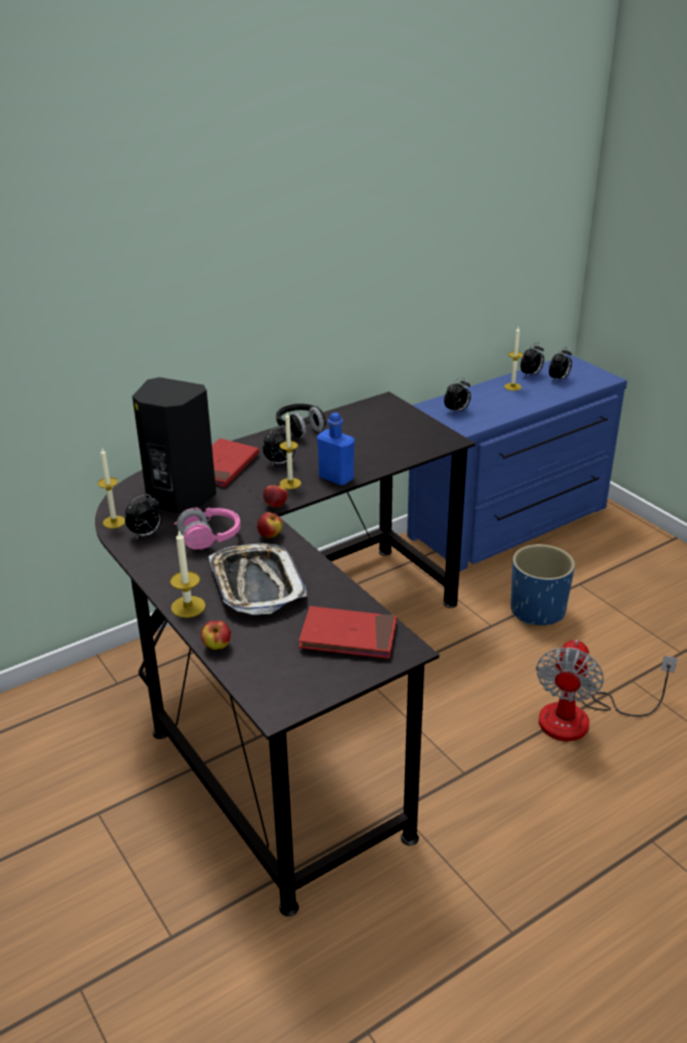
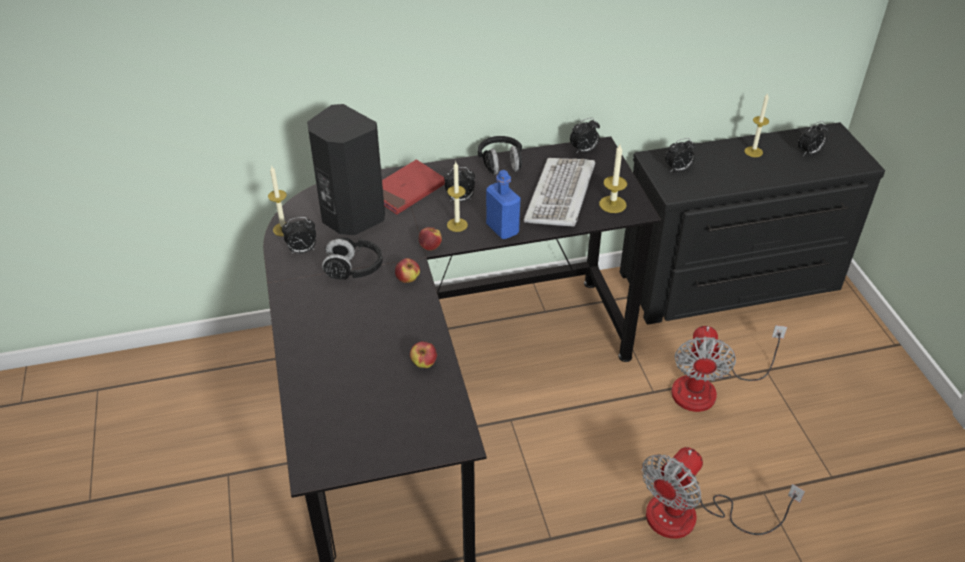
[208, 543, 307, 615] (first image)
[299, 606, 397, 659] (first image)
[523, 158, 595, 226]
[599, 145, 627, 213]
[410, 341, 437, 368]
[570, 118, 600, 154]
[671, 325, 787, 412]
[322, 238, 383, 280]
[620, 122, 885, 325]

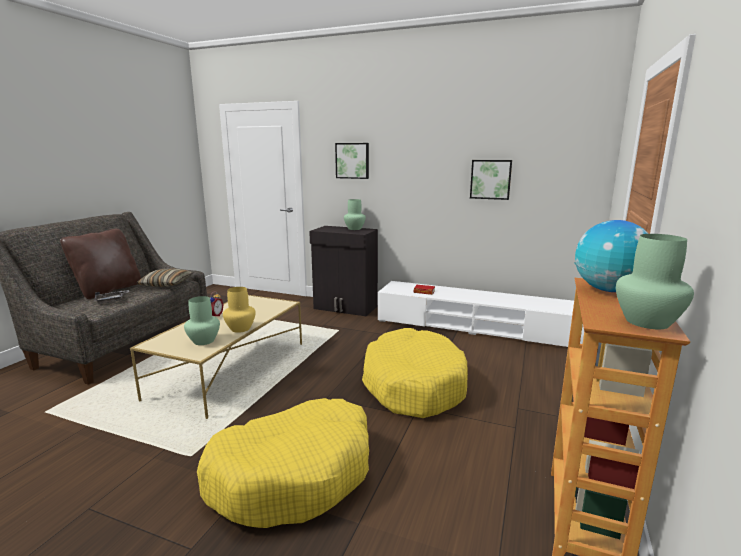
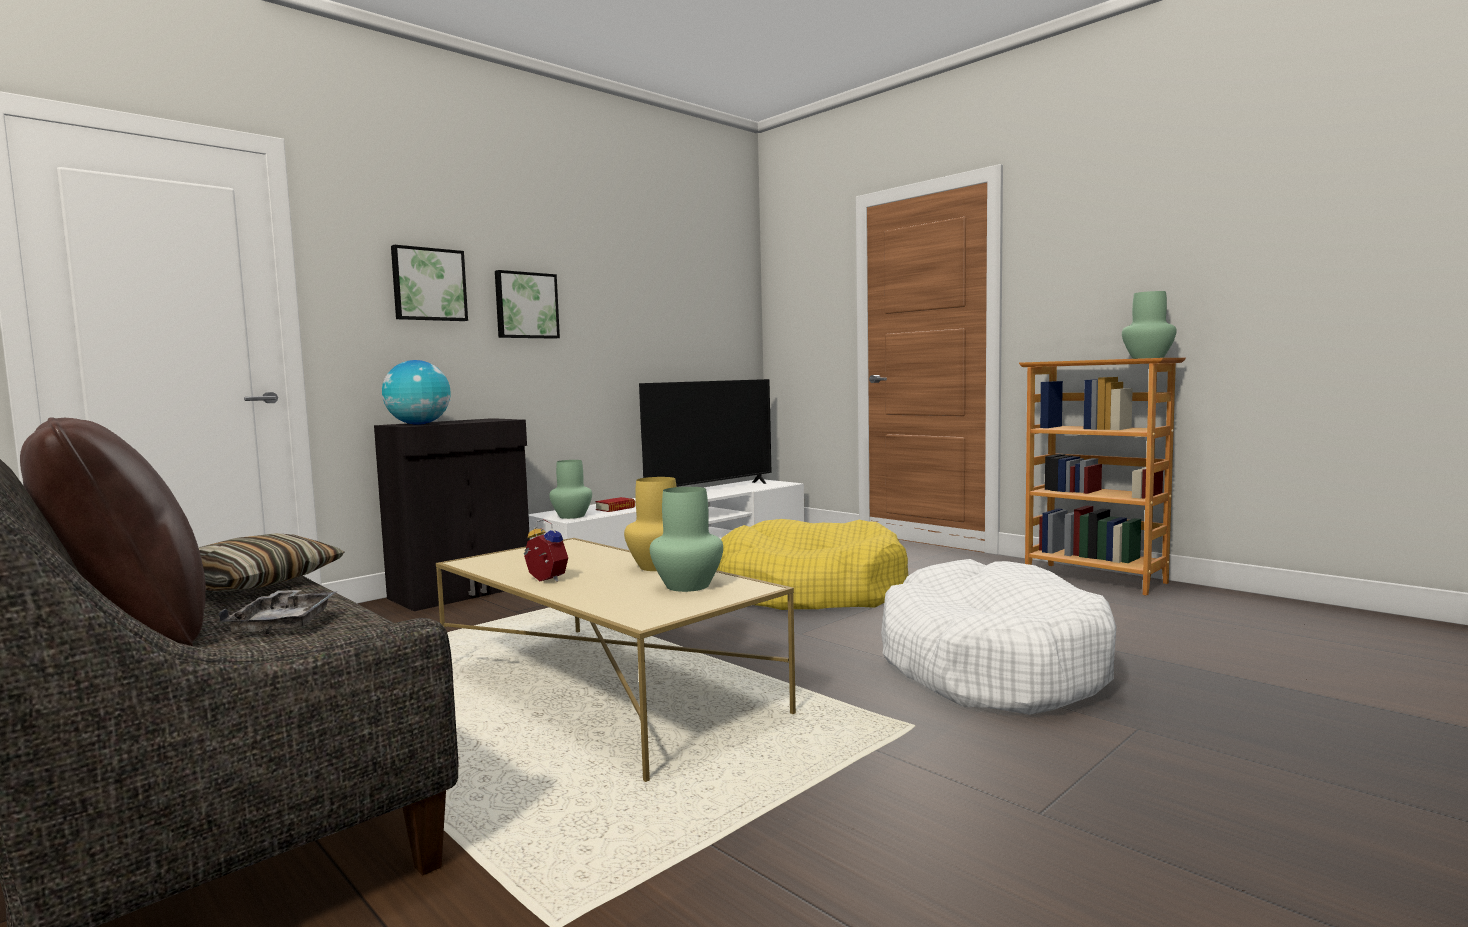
[639, 379, 772, 487]
[549, 460, 592, 519]
[495, 270, 560, 339]
[382, 360, 451, 425]
[881, 559, 1116, 715]

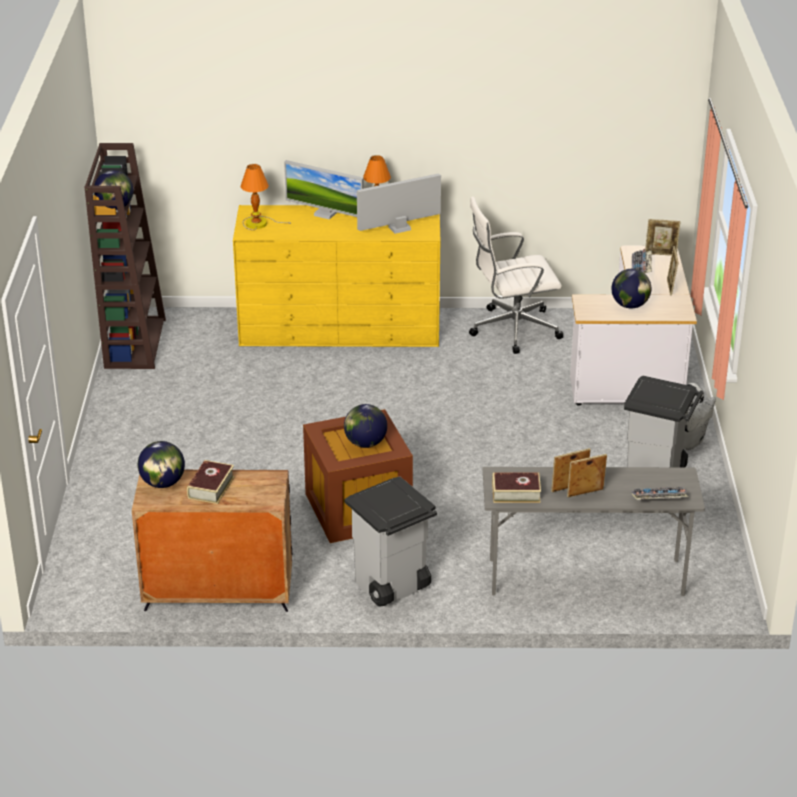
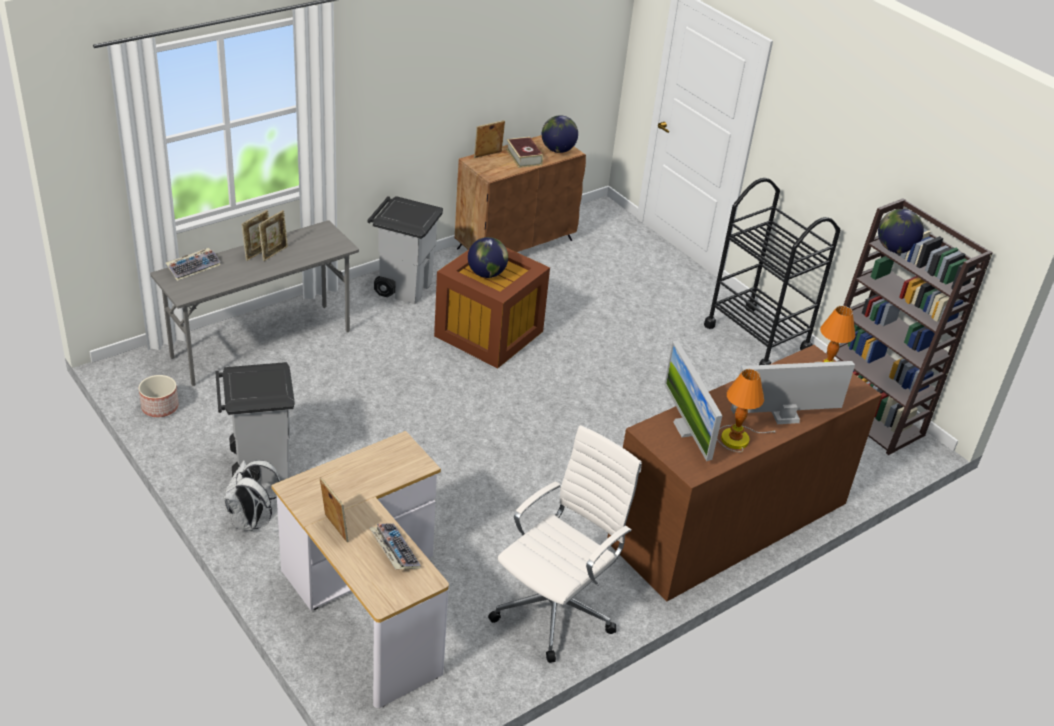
[492, 472, 541, 503] (first image)
[612, 269, 651, 309] (first image)
[139, 375, 179, 417]
[704, 178, 840, 365]
[474, 120, 505, 158]
[607, 345, 882, 601]
[664, 340, 723, 461]

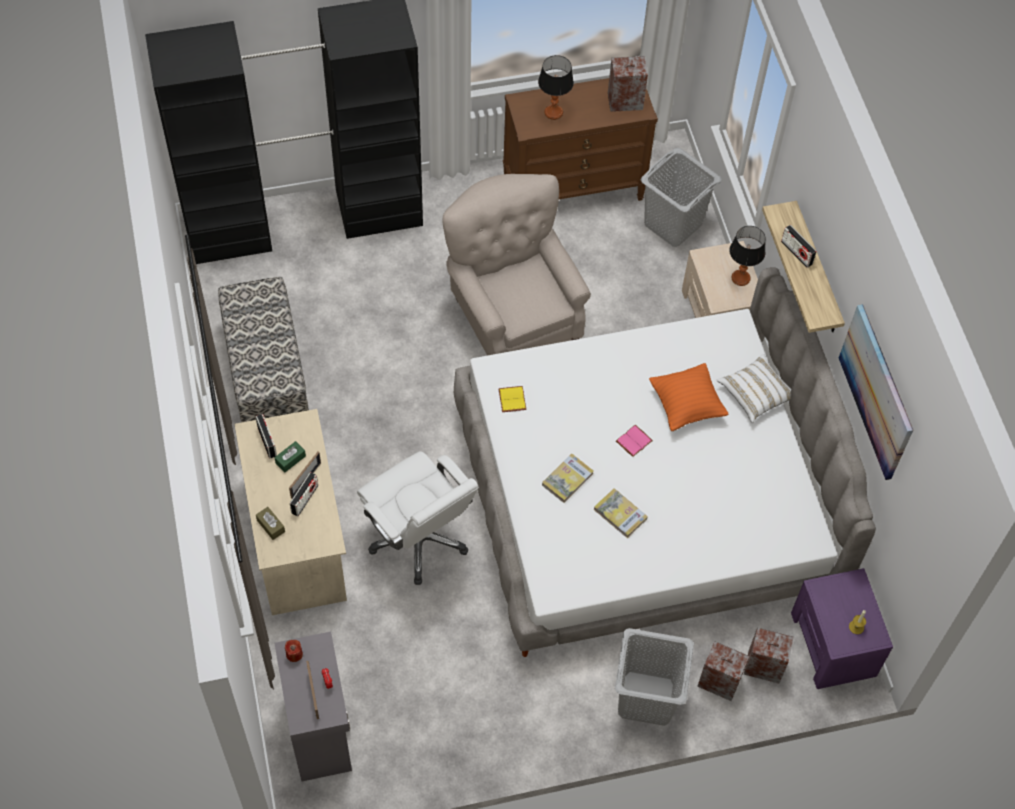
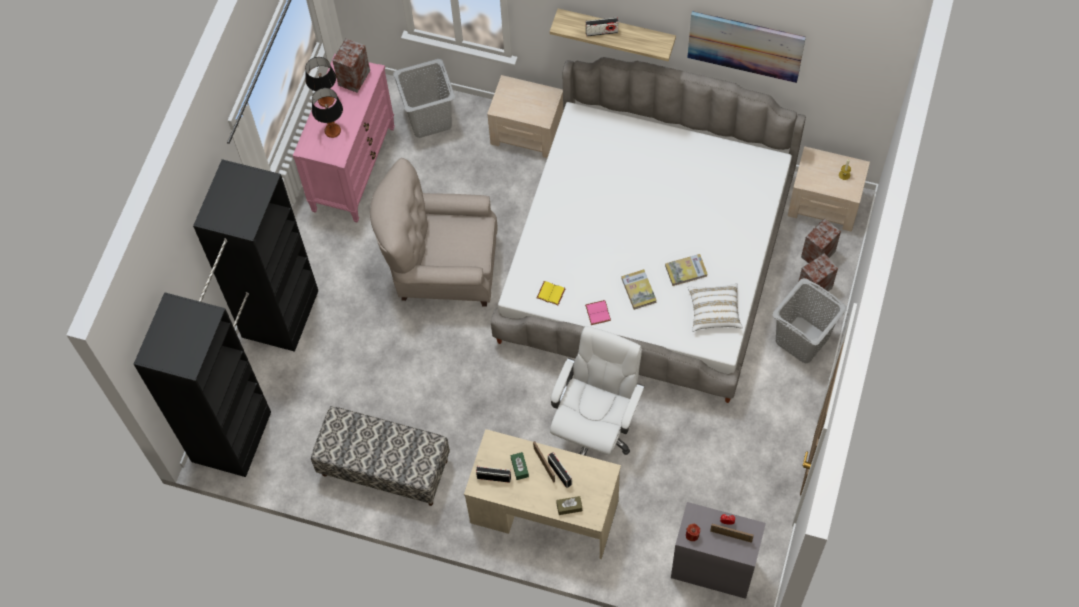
[649, 363, 729, 431] (first image)
[585, 300, 611, 325]
[688, 284, 743, 332]
[305, 57, 336, 107]
[293, 54, 395, 223]
[788, 146, 870, 231]
[550, 326, 645, 455]

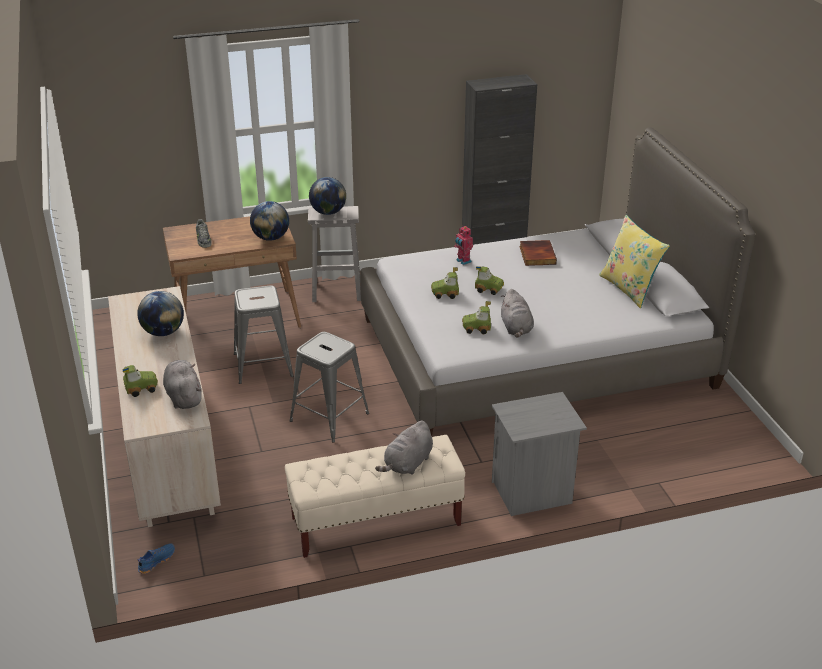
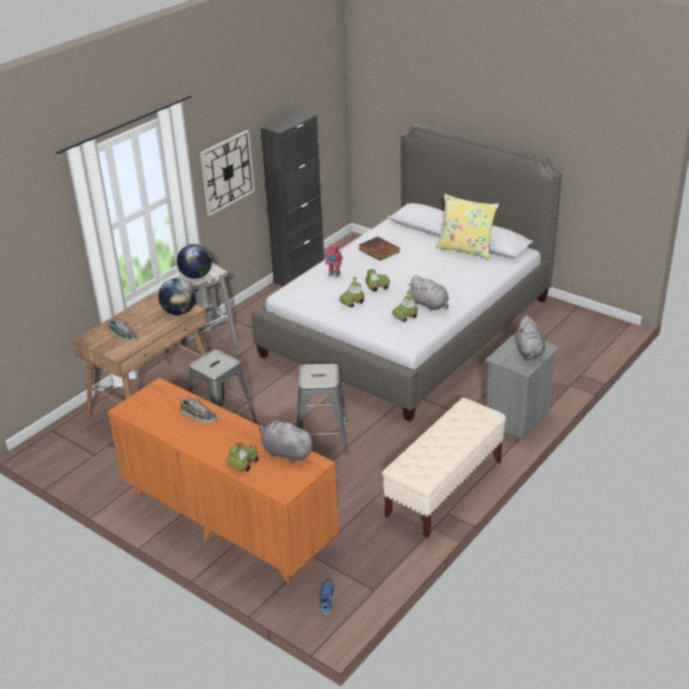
[200, 130, 255, 216]
[516, 316, 545, 360]
[181, 397, 217, 423]
[108, 378, 339, 583]

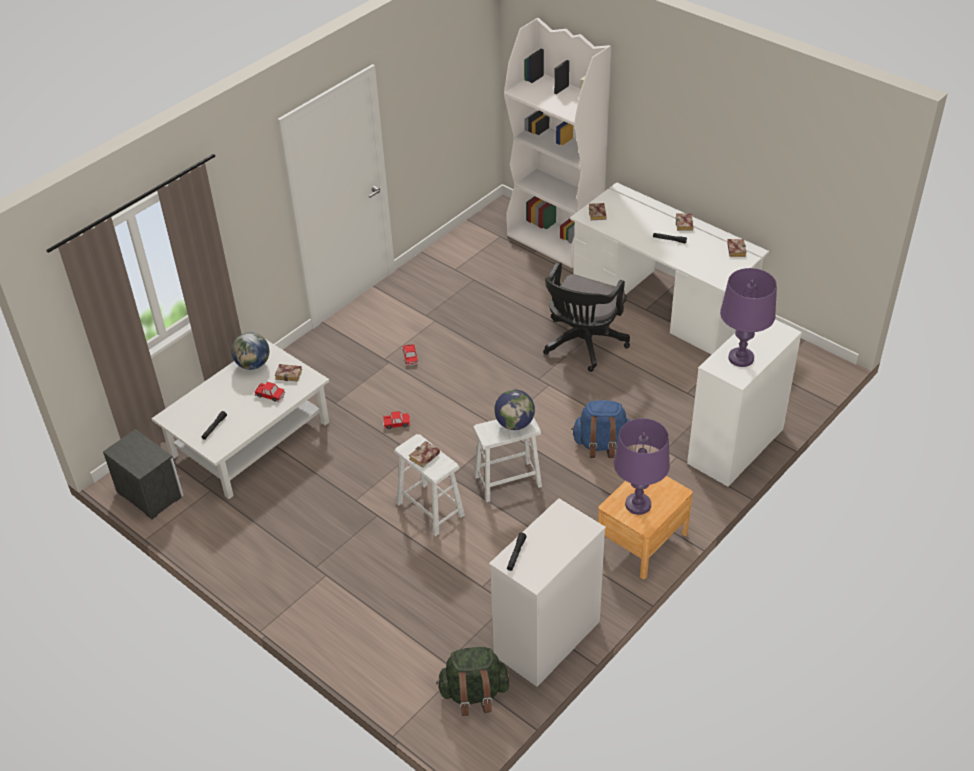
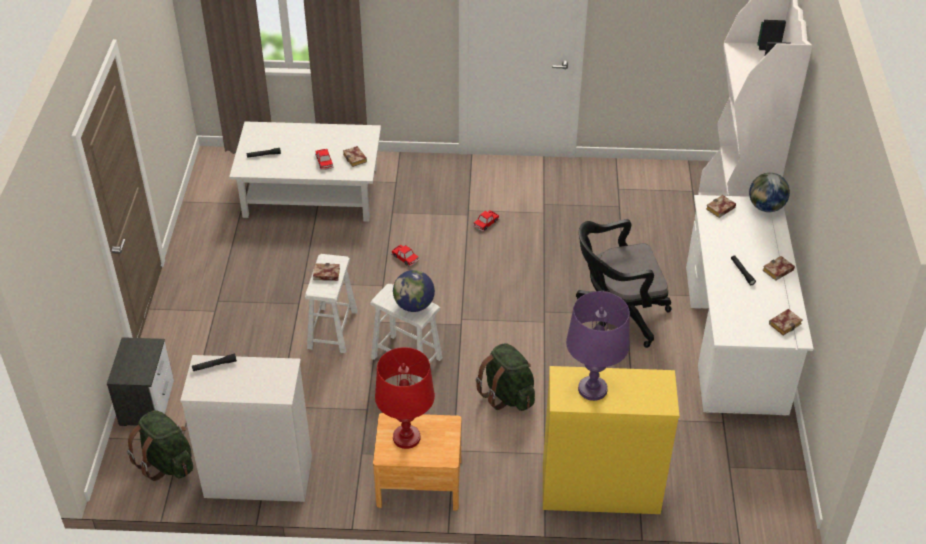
[107, 337, 174, 426]
[749, 173, 790, 212]
[476, 343, 535, 411]
[375, 347, 435, 449]
[543, 366, 679, 514]

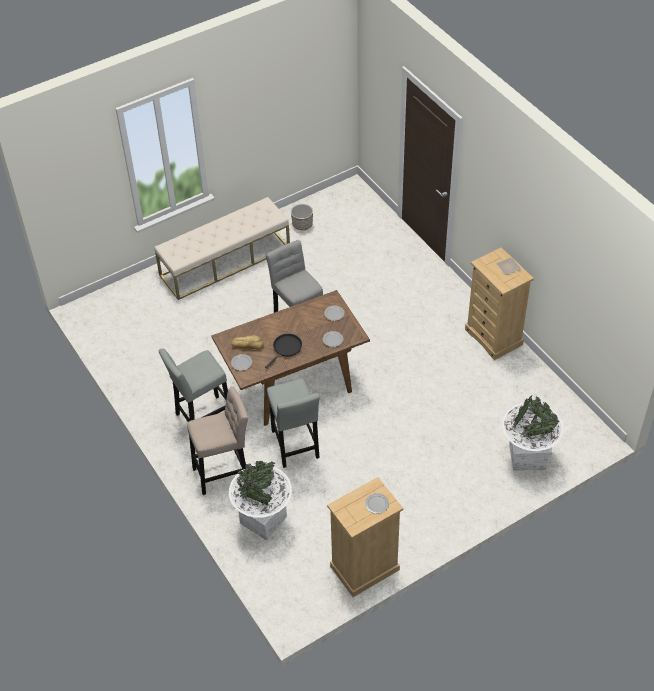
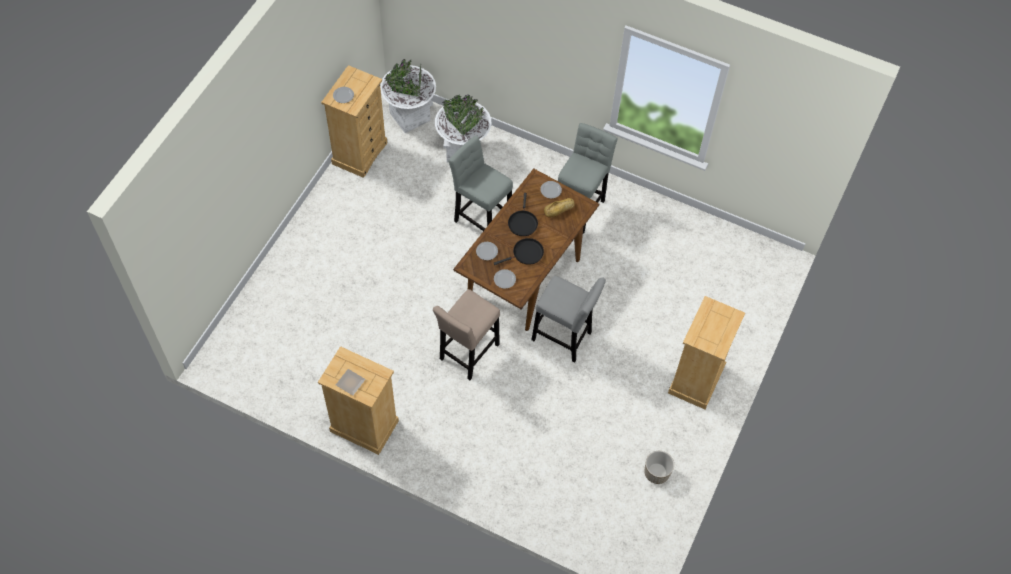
[493, 238, 544, 265]
[433, 289, 500, 380]
[380, 59, 436, 133]
[668, 296, 745, 409]

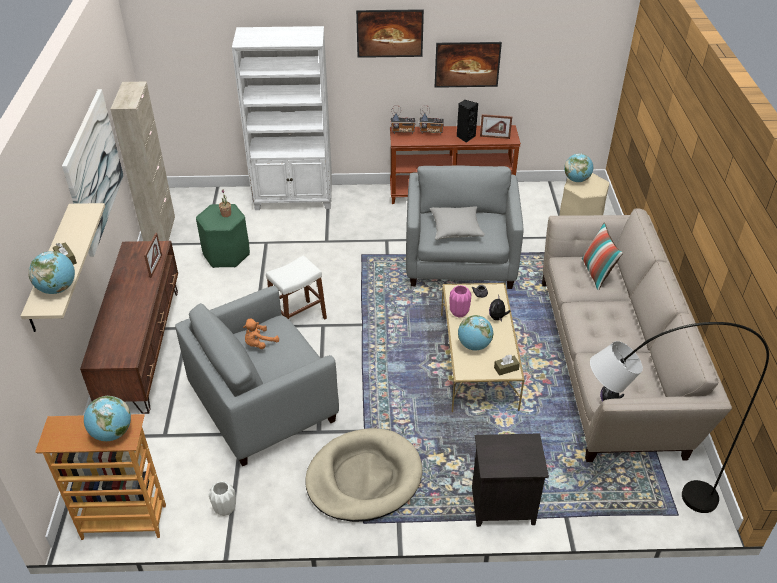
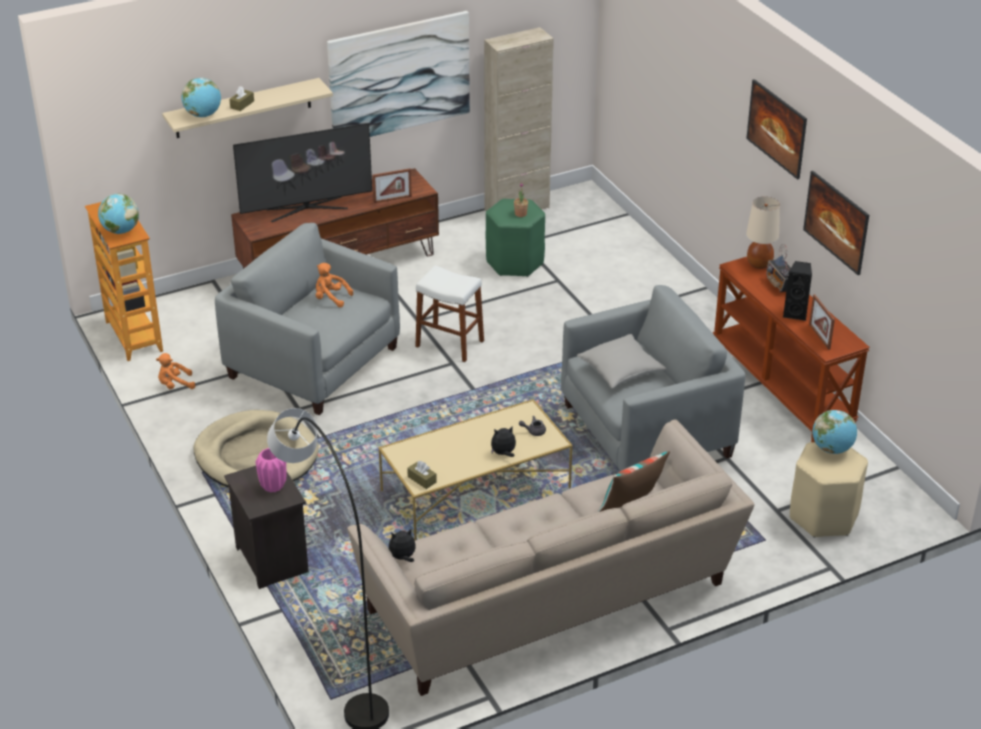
[232, 26, 332, 210] (first image)
[458, 315, 493, 351] (first image)
[233, 123, 372, 222]
[256, 448, 286, 493]
[156, 353, 195, 389]
[746, 197, 780, 269]

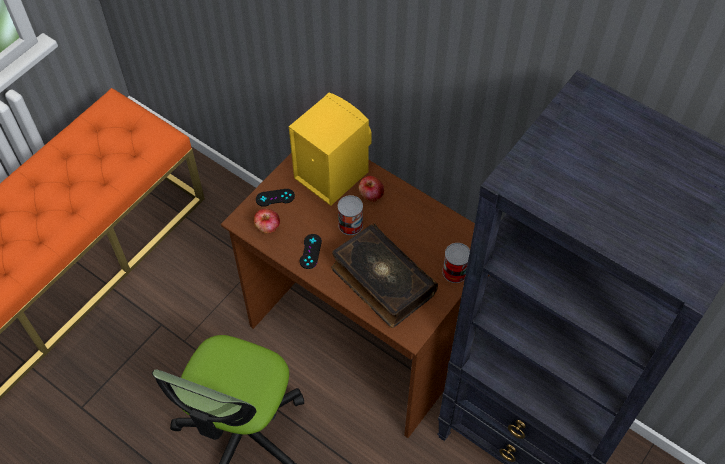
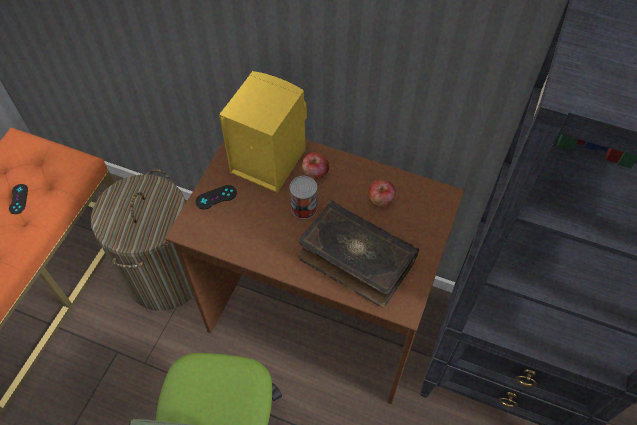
[442, 243, 470, 283] (first image)
[91, 169, 194, 311]
[368, 180, 396, 206]
[9, 184, 28, 214]

